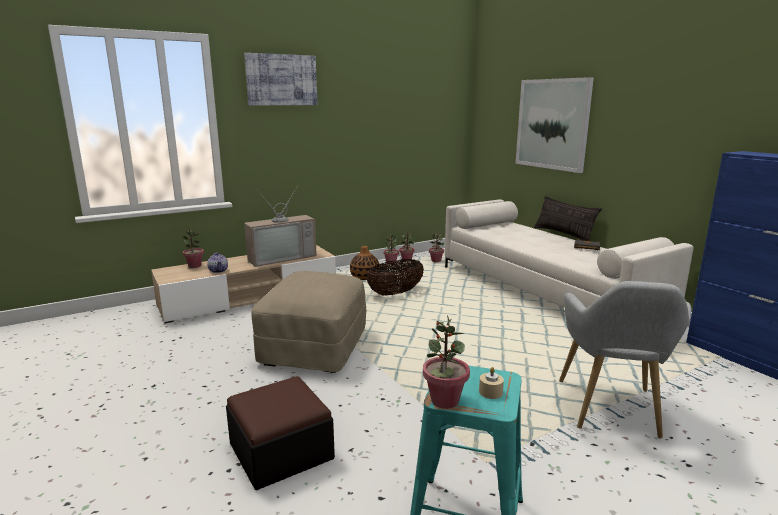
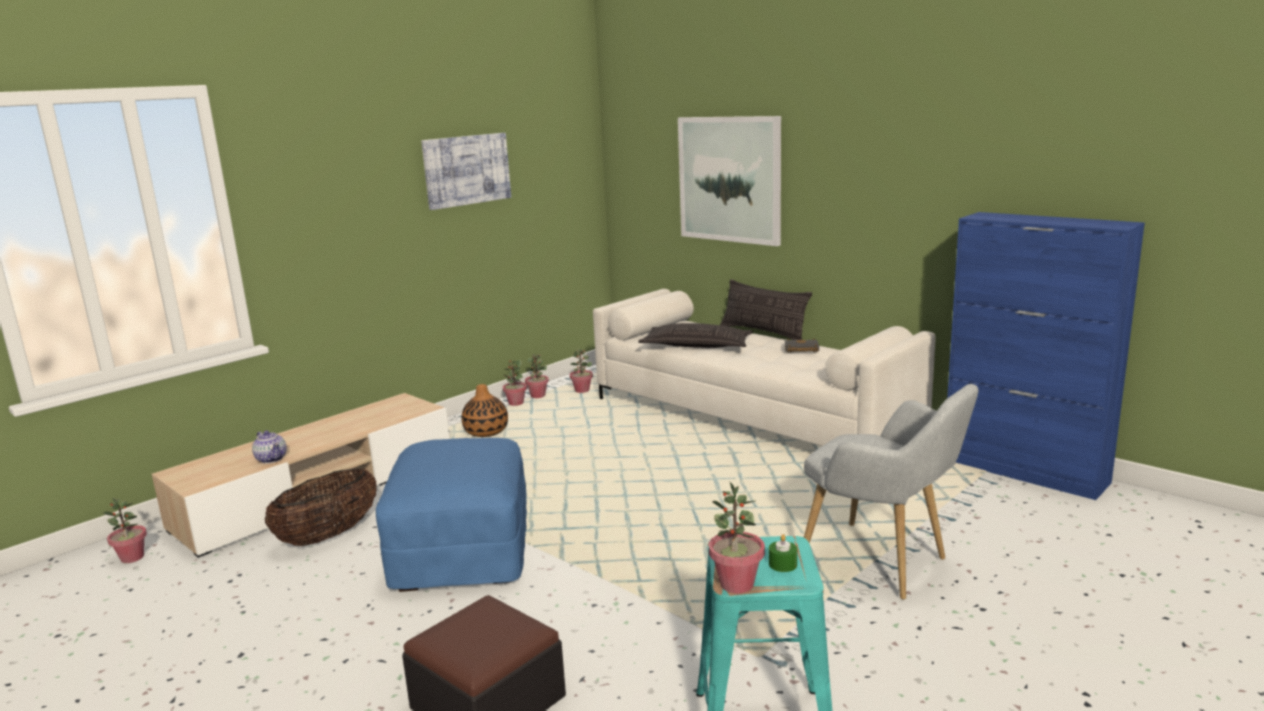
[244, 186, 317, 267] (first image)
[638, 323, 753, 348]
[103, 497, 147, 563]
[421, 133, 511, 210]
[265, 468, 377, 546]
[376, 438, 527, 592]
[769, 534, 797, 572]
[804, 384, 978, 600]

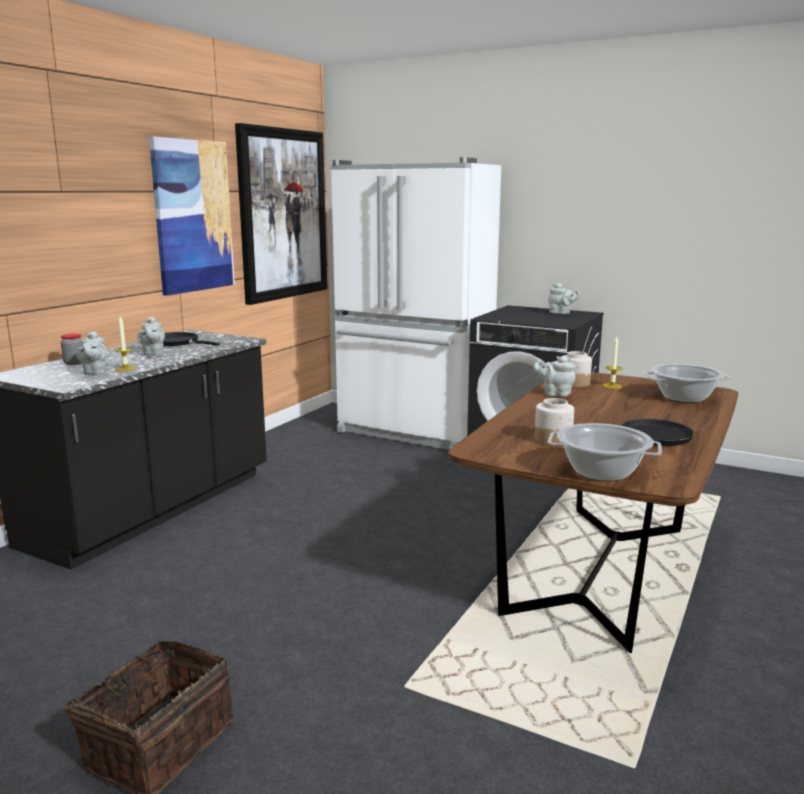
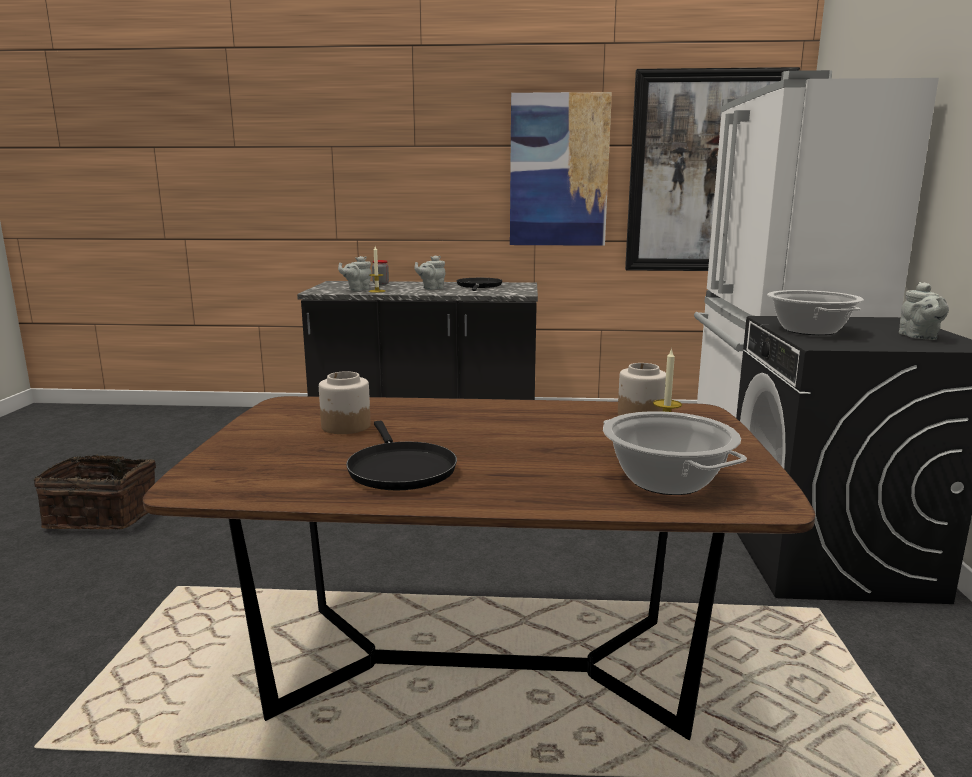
[533, 356, 576, 397] (first image)
[767, 290, 864, 335]

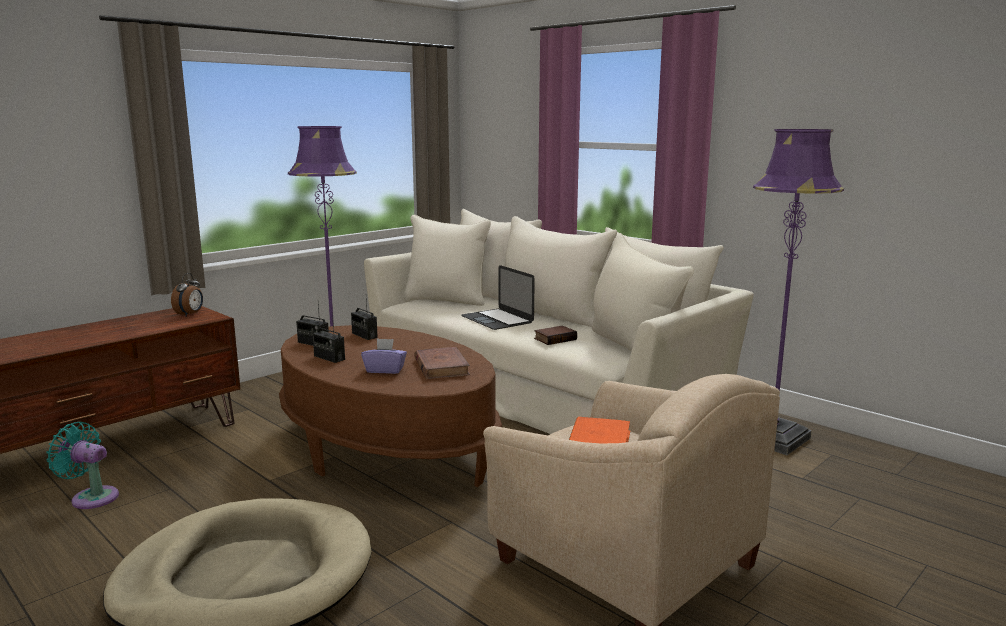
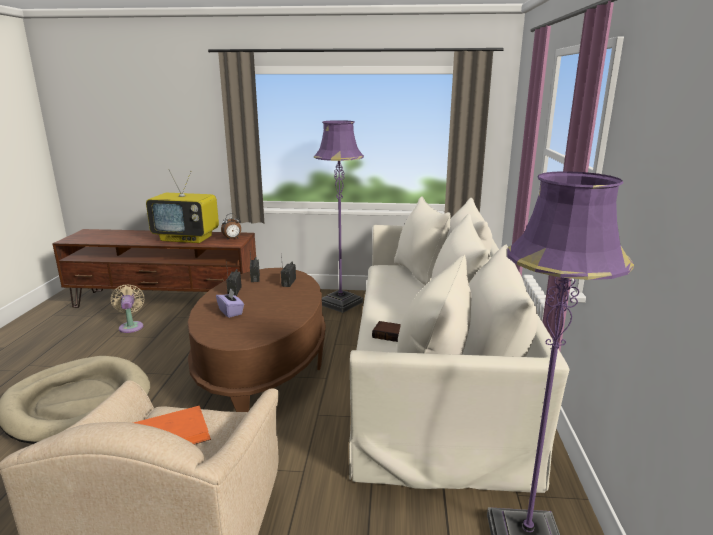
[414, 347, 470, 379] (first image)
[461, 265, 535, 330] (first image)
[146, 169, 219, 243]
[111, 285, 144, 333]

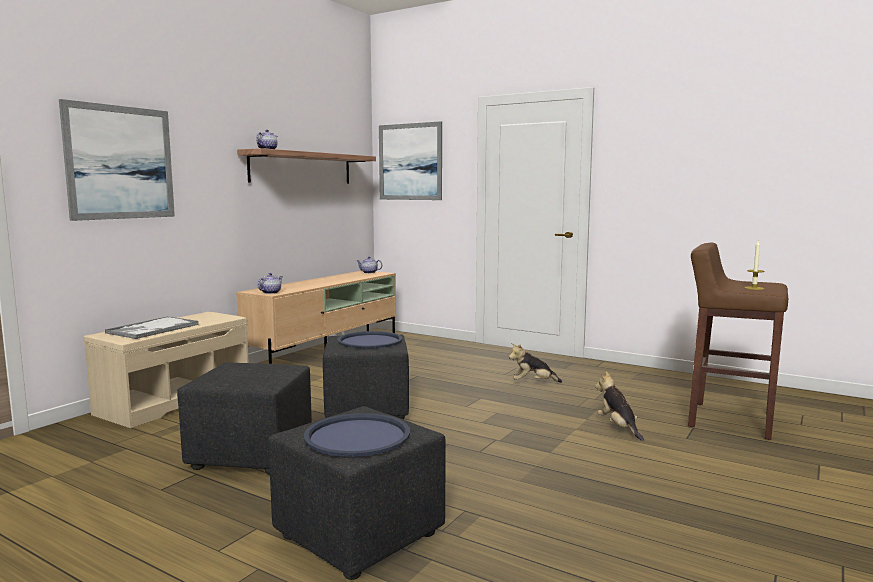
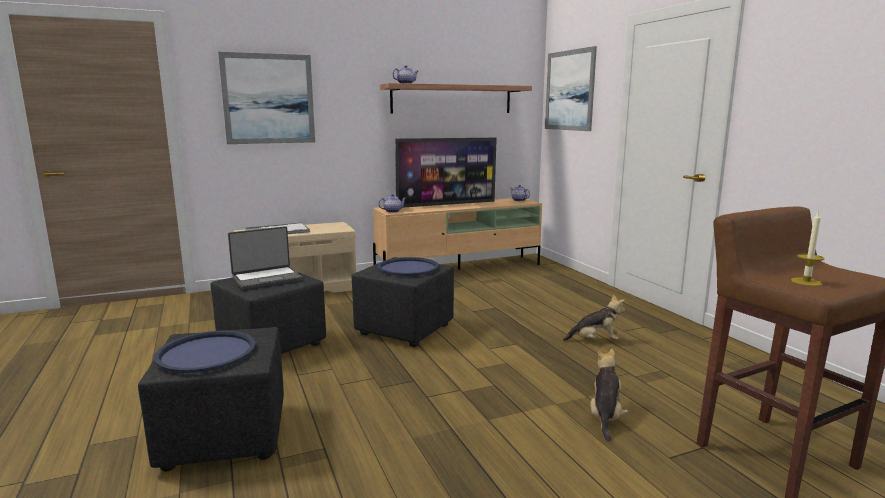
[228, 226, 303, 290]
[395, 138, 497, 207]
[563, 294, 625, 341]

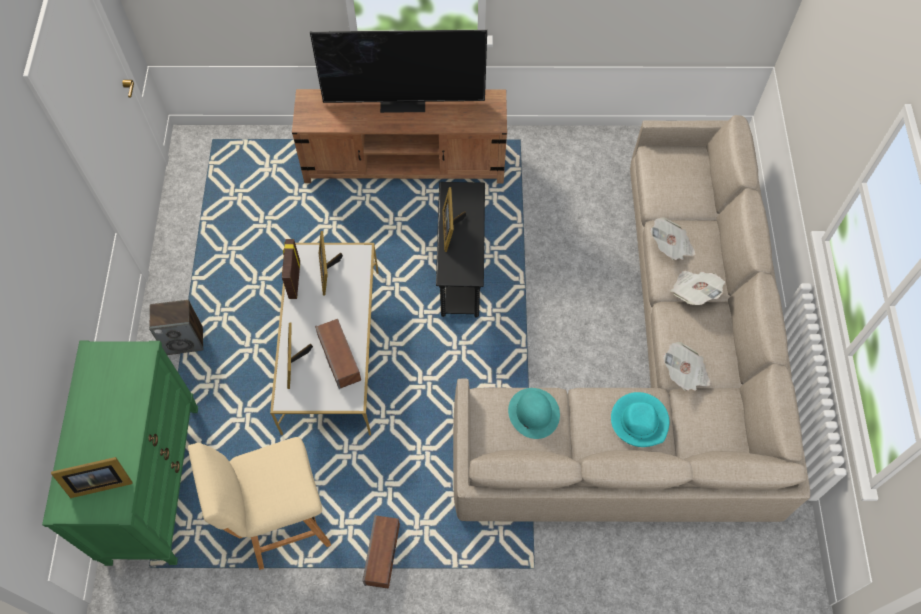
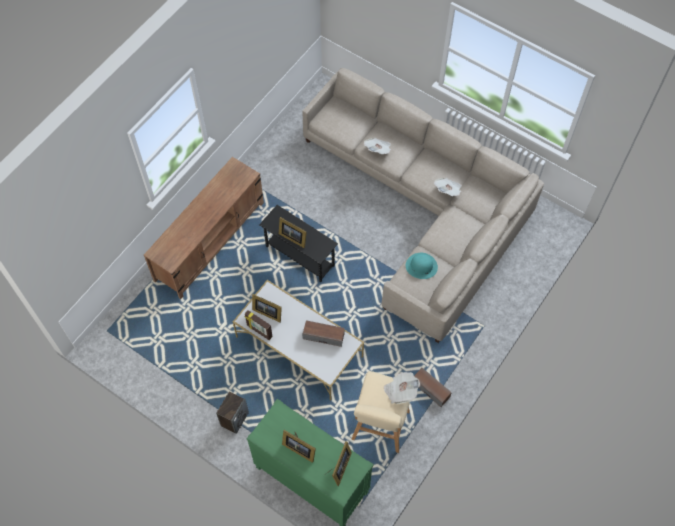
[310, 30, 487, 113] (first image)
[611, 392, 669, 447] (first image)
[282, 430, 316, 463]
[383, 372, 420, 404]

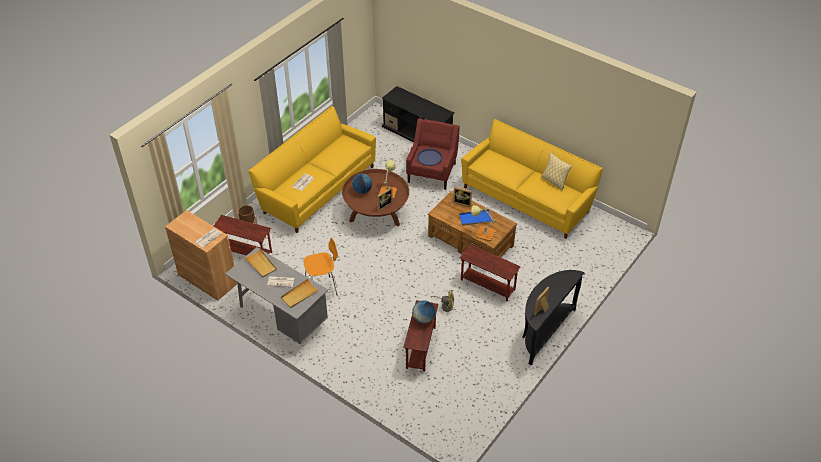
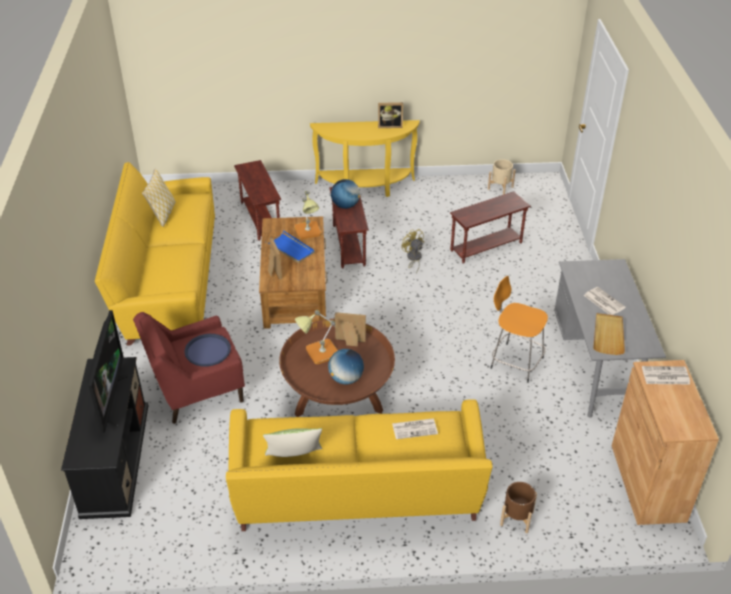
[281, 279, 319, 308] (first image)
[87, 310, 129, 433]
[263, 428, 322, 457]
[488, 159, 516, 195]
[234, 160, 281, 241]
[331, 179, 360, 209]
[310, 120, 420, 197]

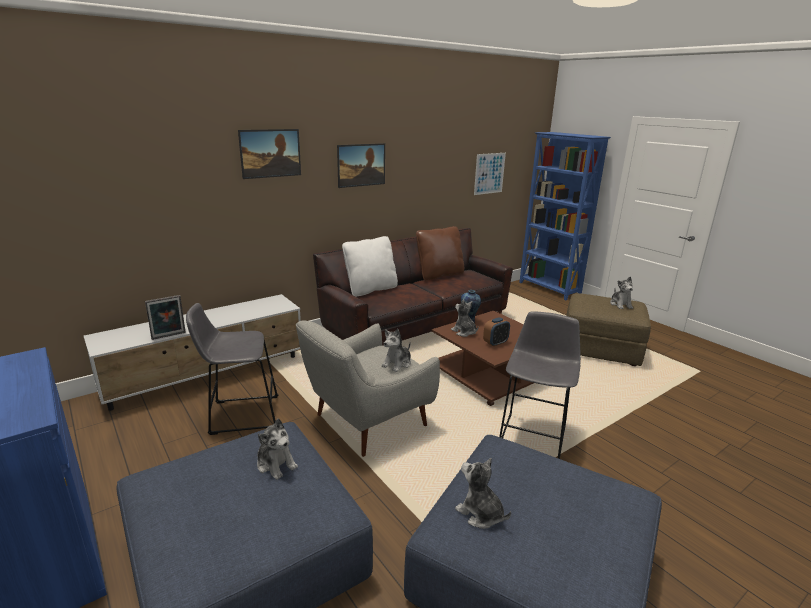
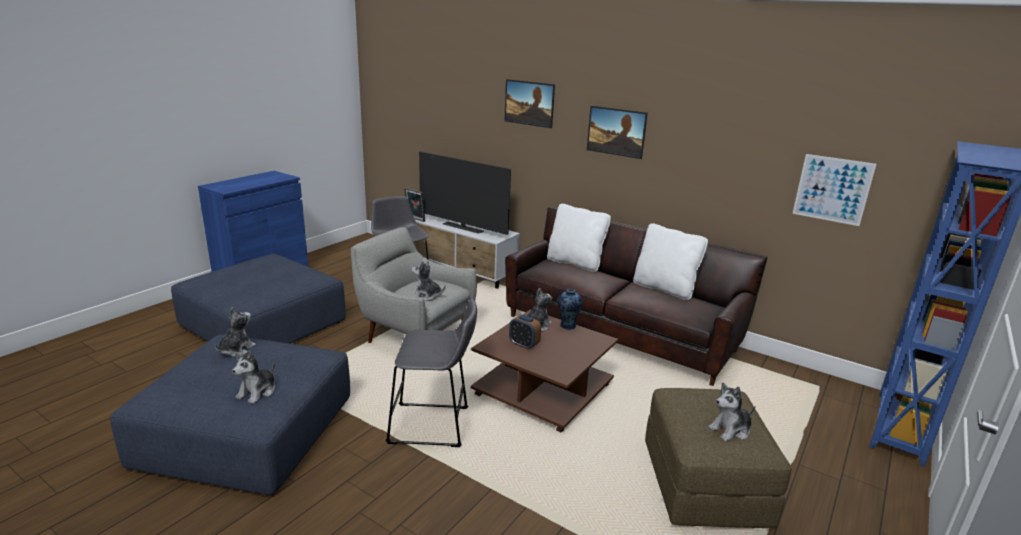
[419, 152, 511, 235]
[232, 351, 275, 404]
[633, 223, 708, 300]

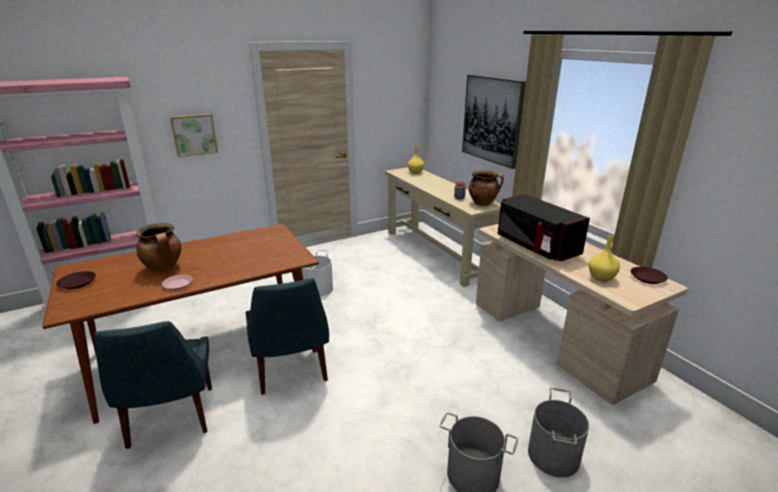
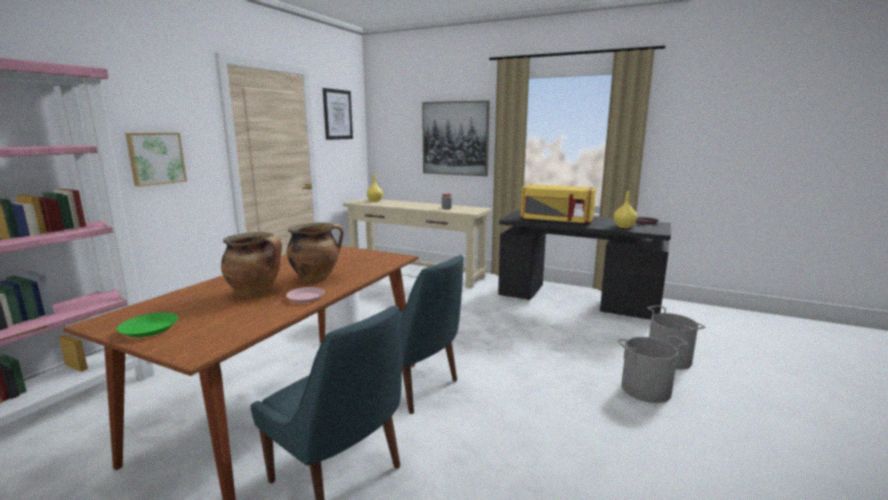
[323, 88, 353, 140]
[287, 222, 343, 282]
[117, 312, 178, 337]
[498, 211, 671, 320]
[521, 184, 596, 225]

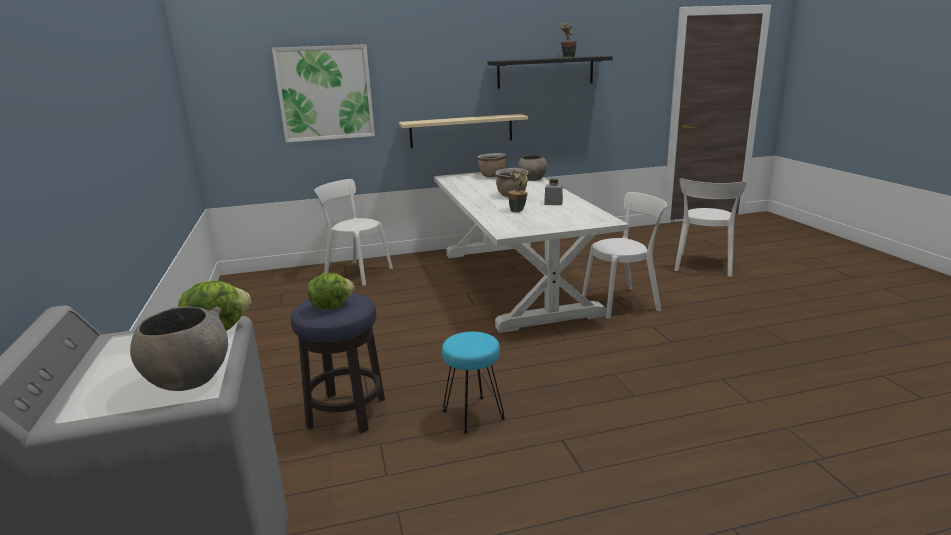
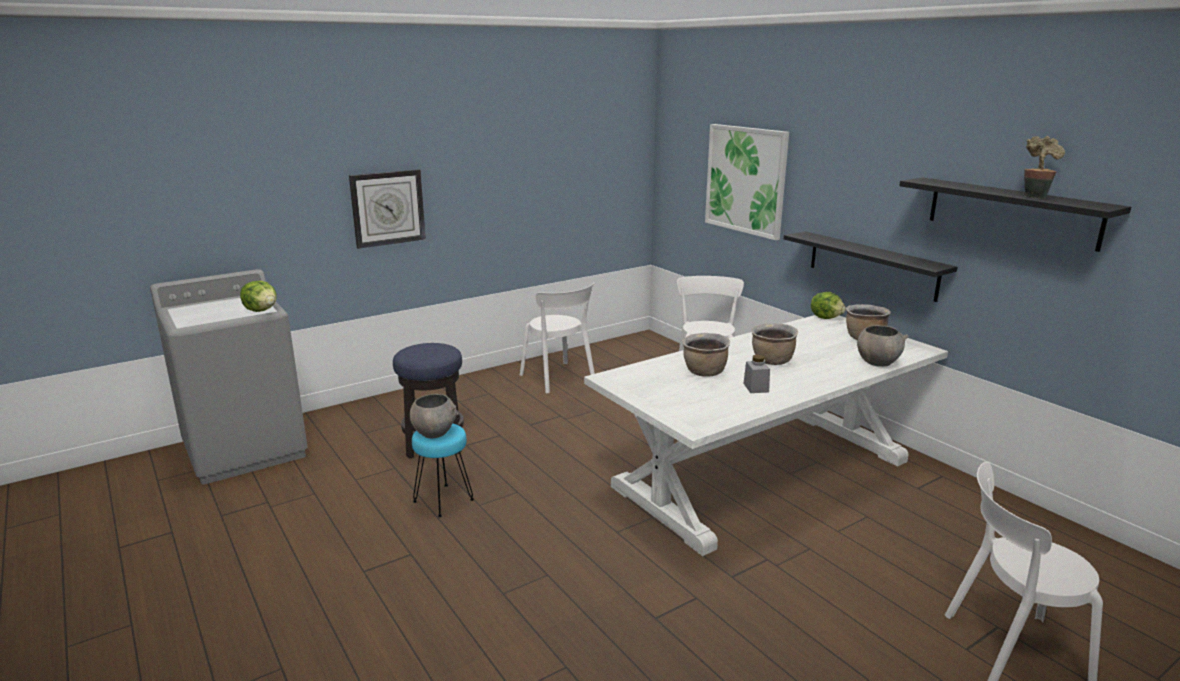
[349, 169, 426, 249]
[410, 394, 458, 439]
[811, 292, 846, 319]
[520, 282, 595, 393]
[682, 333, 730, 377]
[784, 231, 958, 302]

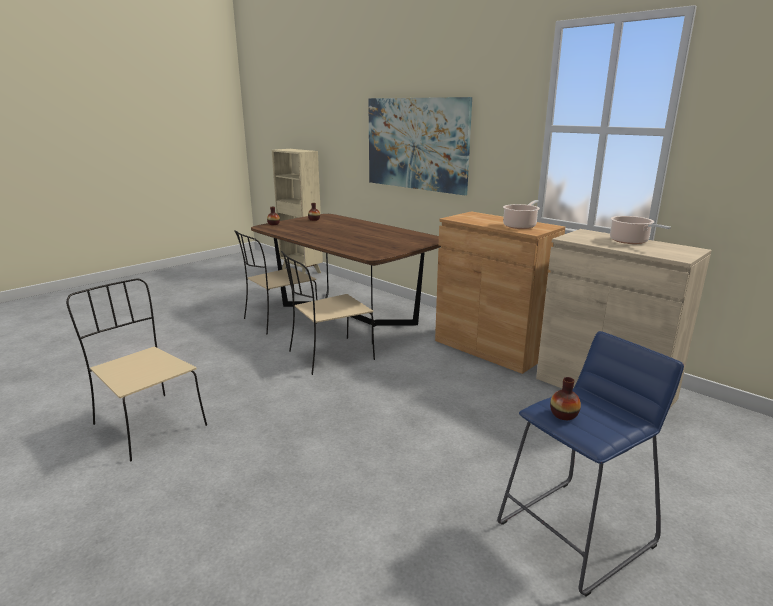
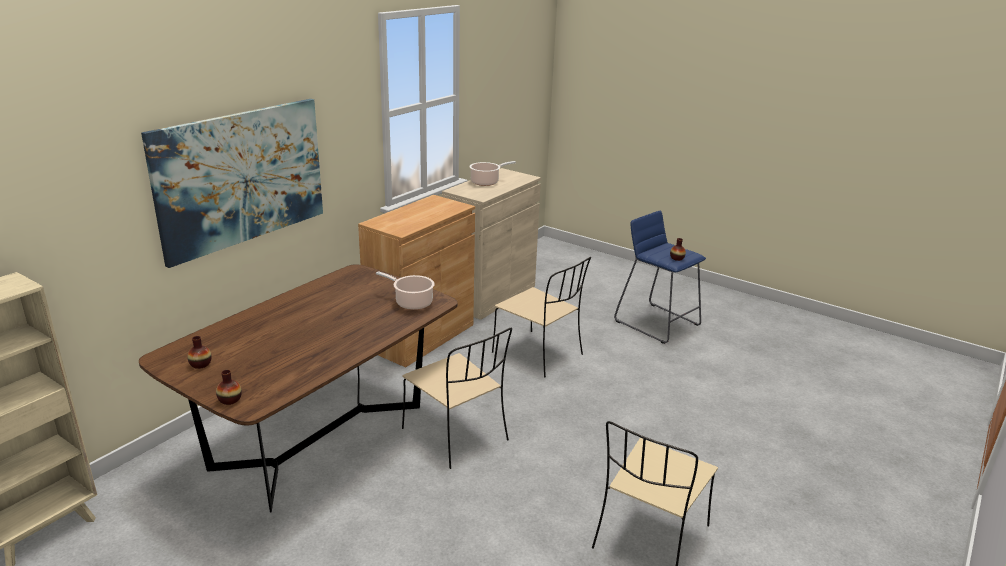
[492, 257, 591, 378]
[376, 271, 435, 310]

